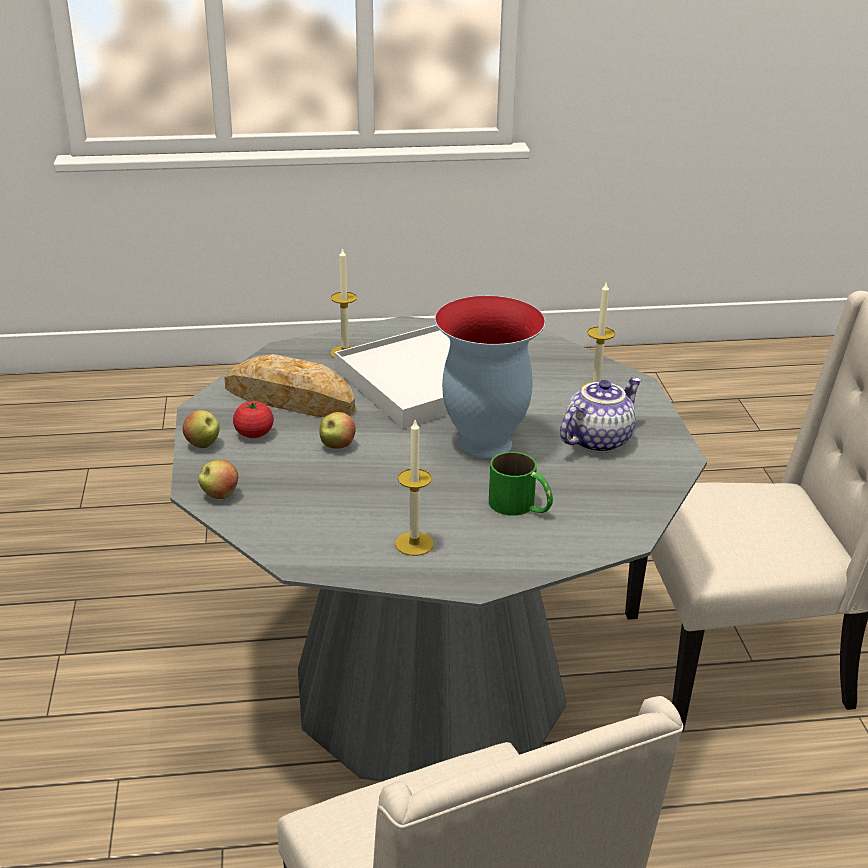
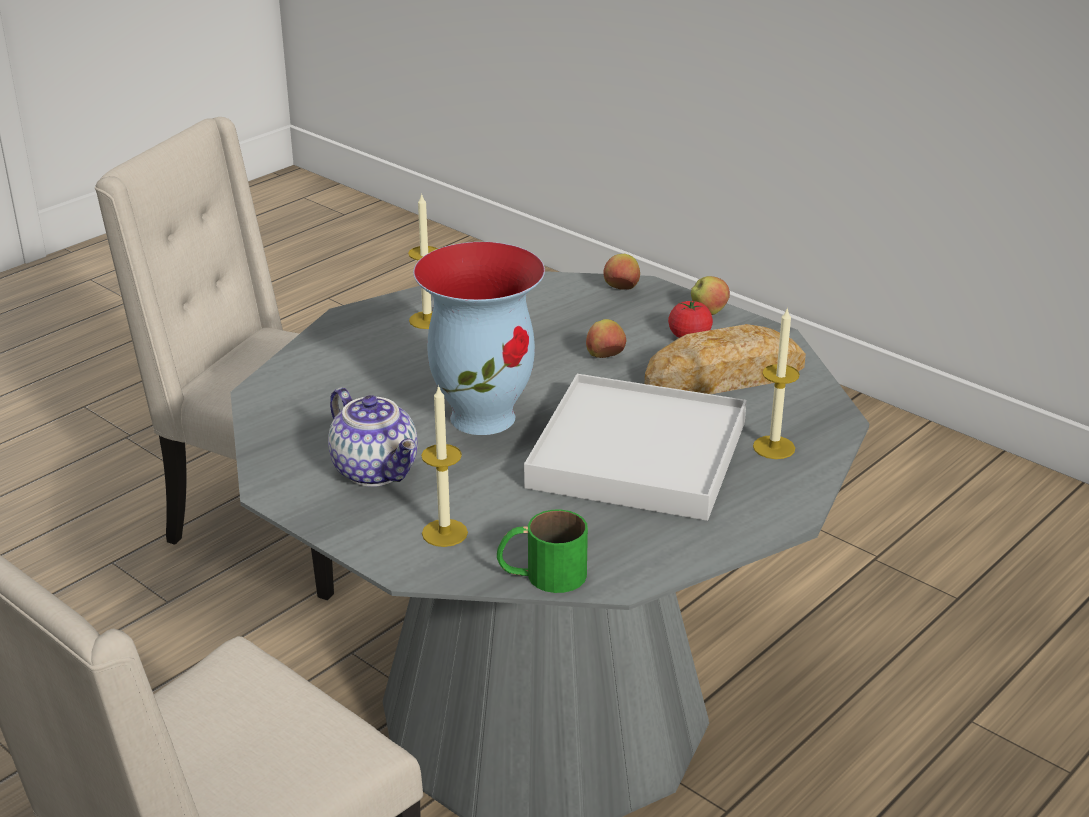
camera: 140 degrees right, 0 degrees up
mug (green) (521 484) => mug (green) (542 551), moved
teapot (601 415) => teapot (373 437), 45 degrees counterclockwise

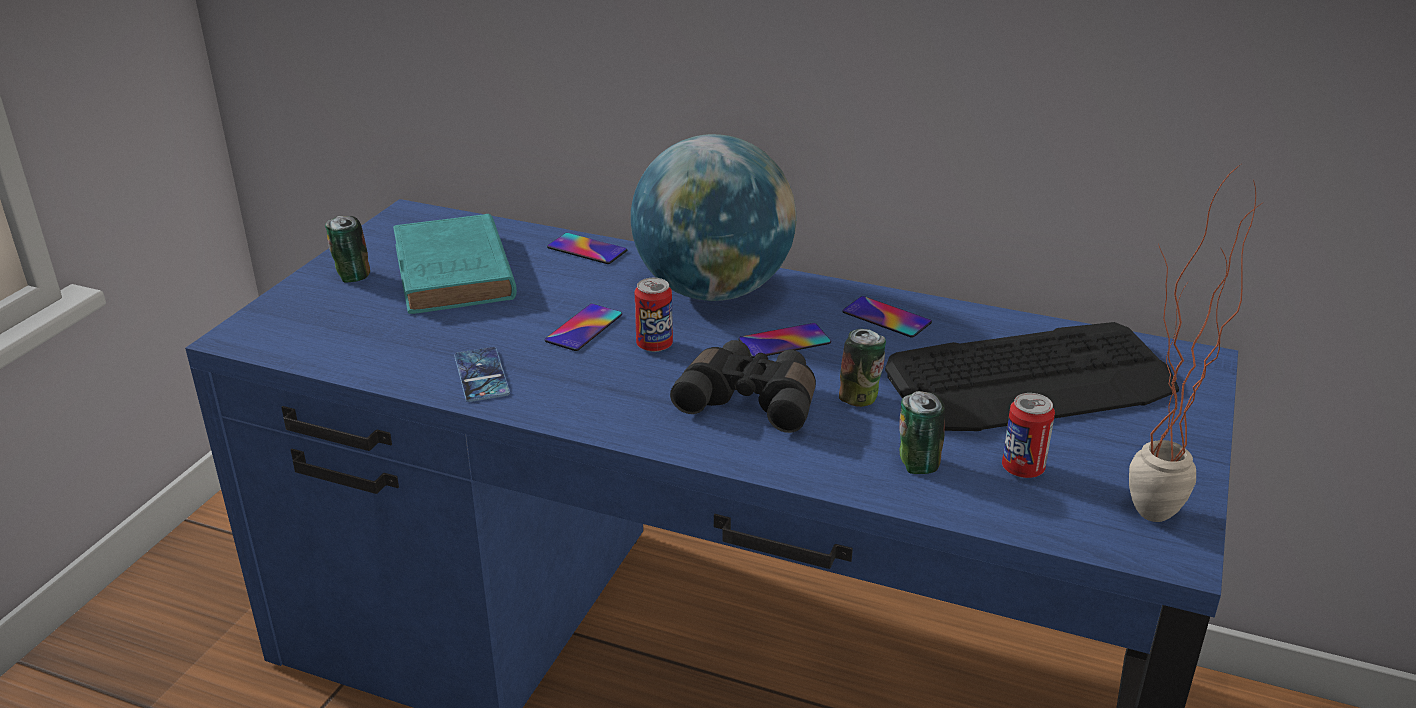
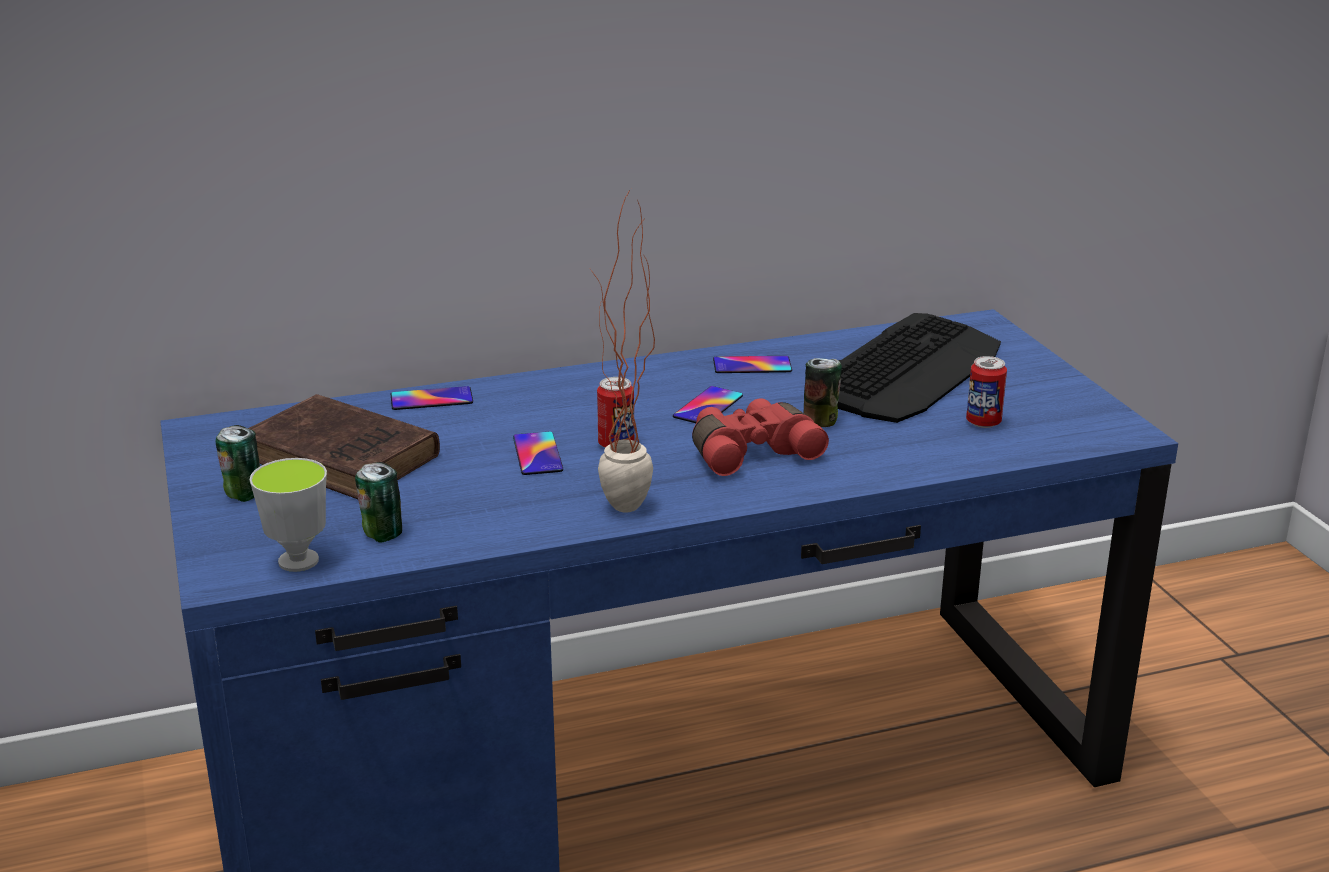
camera: 40 degrees left, 5 degrees down
book (turquoise) (455 264) => book (brown) (344 446)
phone (482 374) => nothing
globe (714 217) => nothing
binoculars (black) (743 386) => binoculars (red) (760 437)
can (922 432) => can (378 502), moved
potted plant (1195 343) => potted plant (622 350), moved
nothing => cup (288 515)

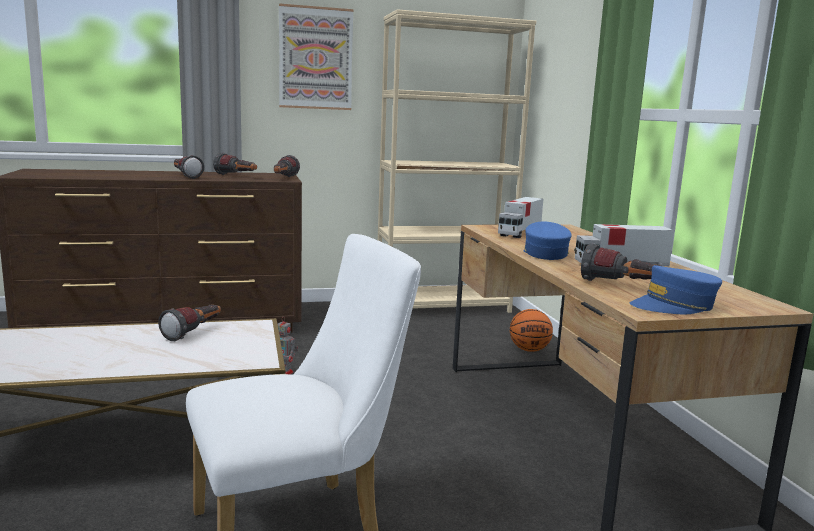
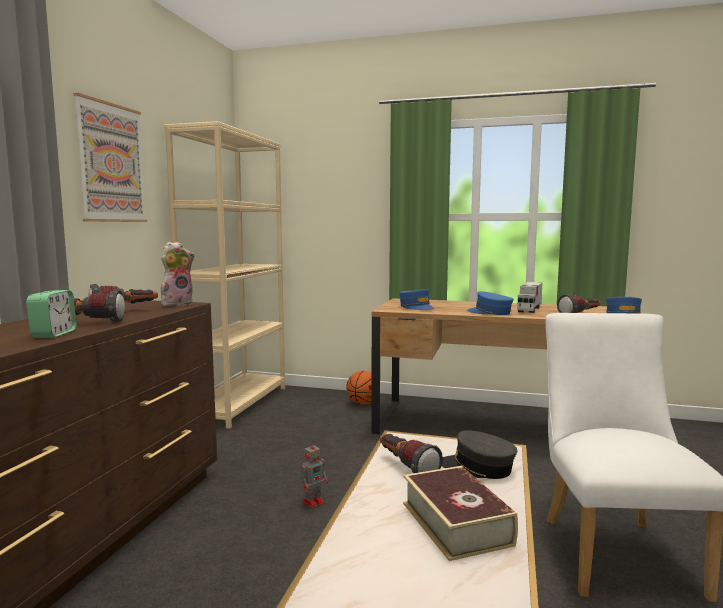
camera: 60 degrees left, 5 degrees down
flashlight (287 166) => plush toy (178 273)
toy truck (520 217) => cap (blue) (416 299)
nothing => alarm clock (51 314)
nothing => book (460 513)
nothing => cap (grey) (479 454)

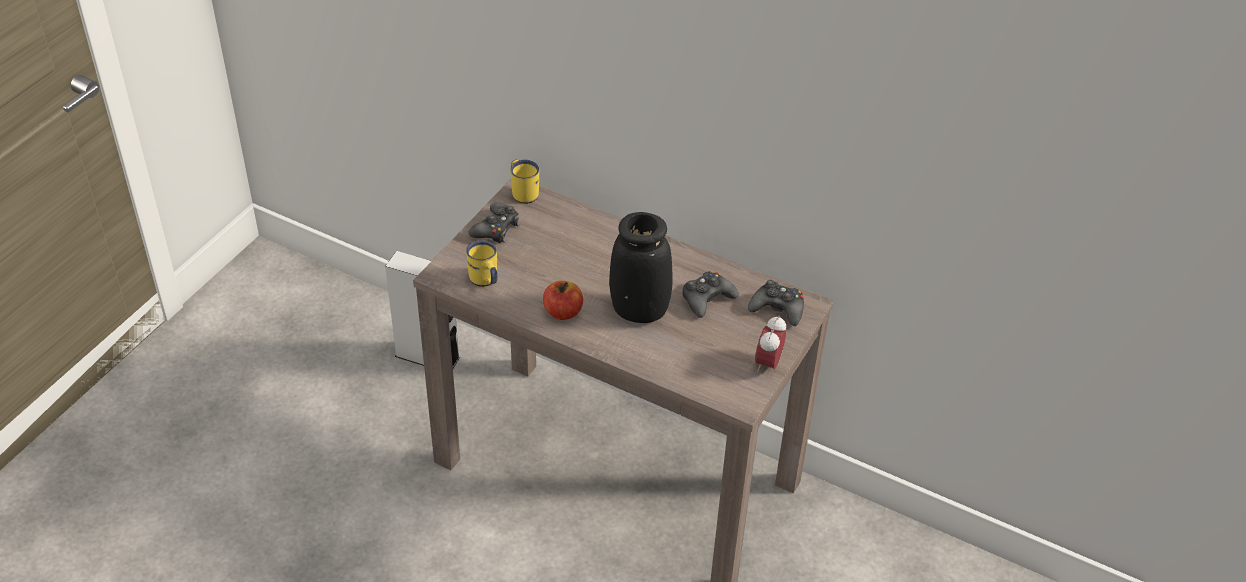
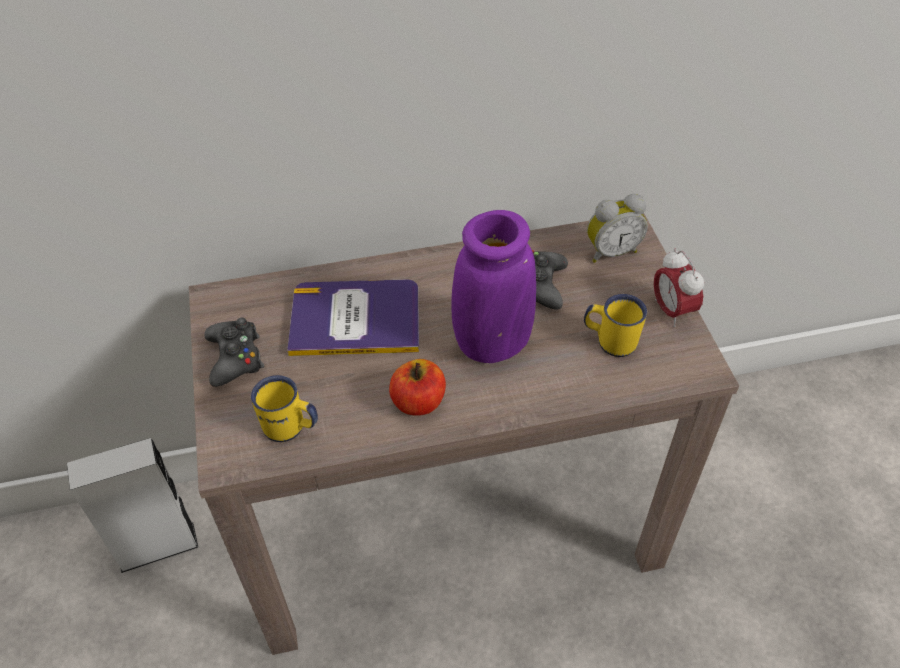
camera: 40 degrees left, 5 degrees up
mug (yellow) (524 182) => mug (yellow) (615 325), moved
vase (black) (641 267) => vase (purple) (494 286)
game controller (black) (776 303) => alarm clock (617 228)
nothing => book (353 317)

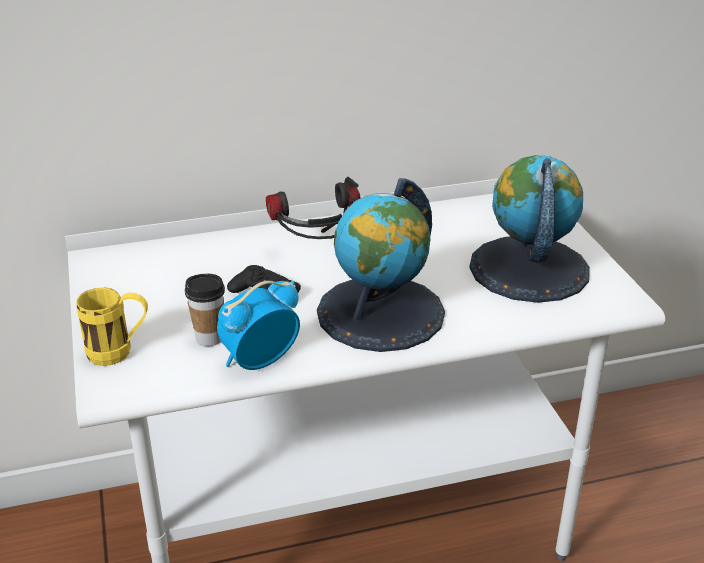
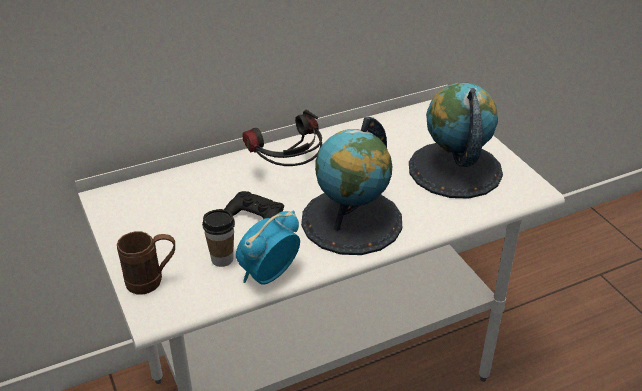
camera: 10 degrees left, 5 degrees up
mug (yellow) (112 326) => mug (brown) (146 263)

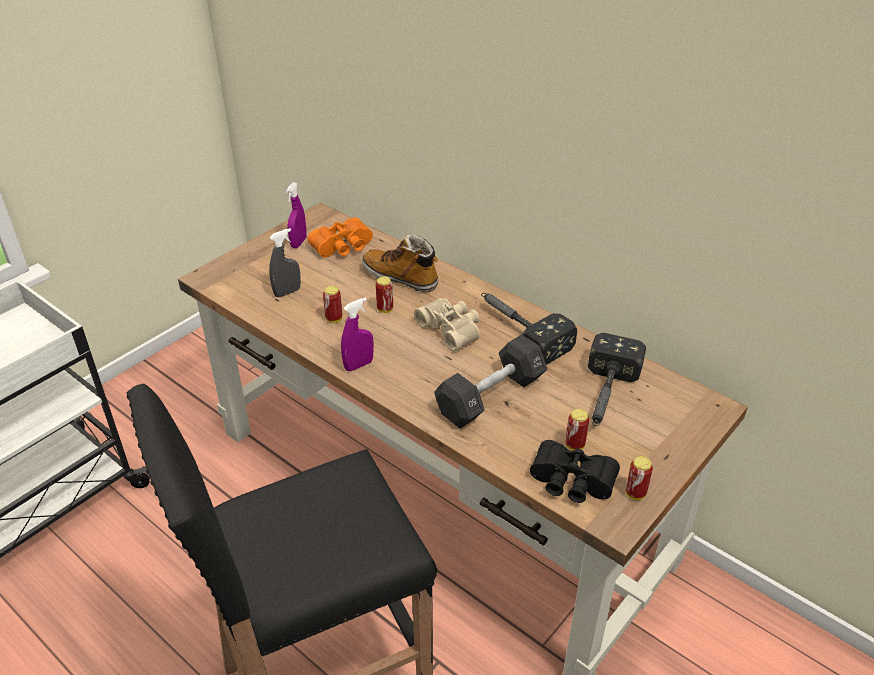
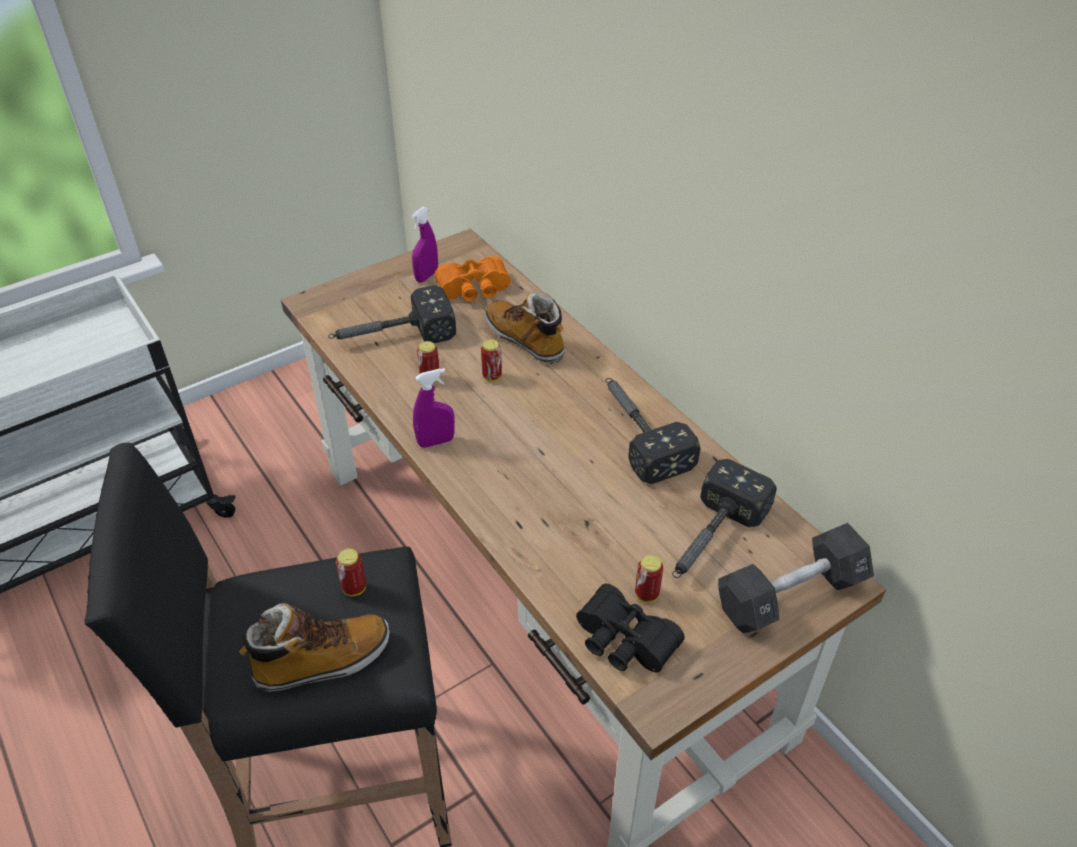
camera: 15 degrees right, 5 degrees up
spray bottle (grey) (285 262) => hammer (392 314)
binoculars (beige) (447 325) => nothing
dumbbell (black) (490 381) => dumbbell (black) (796 578), moved
can (639 478) => can (351 572), moved
nothing => boot (314 647)

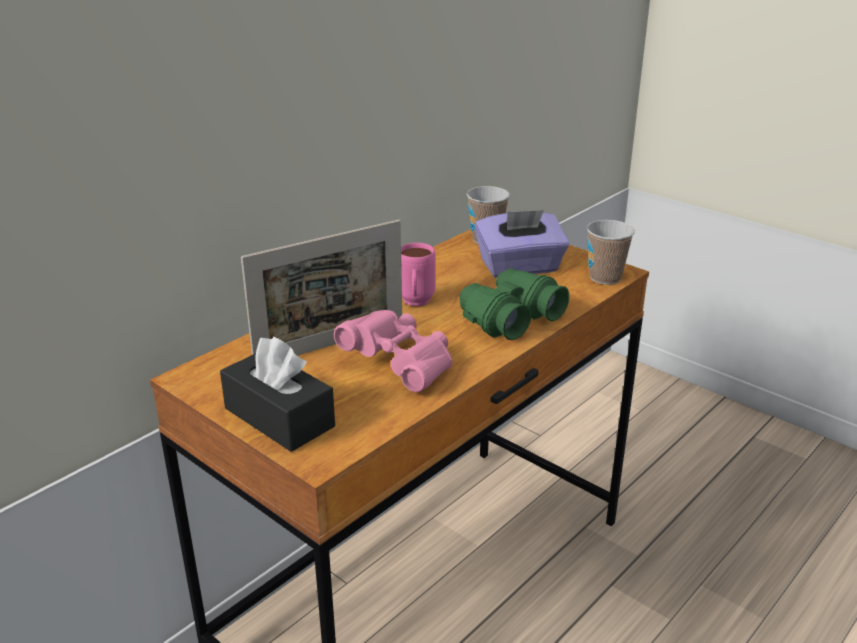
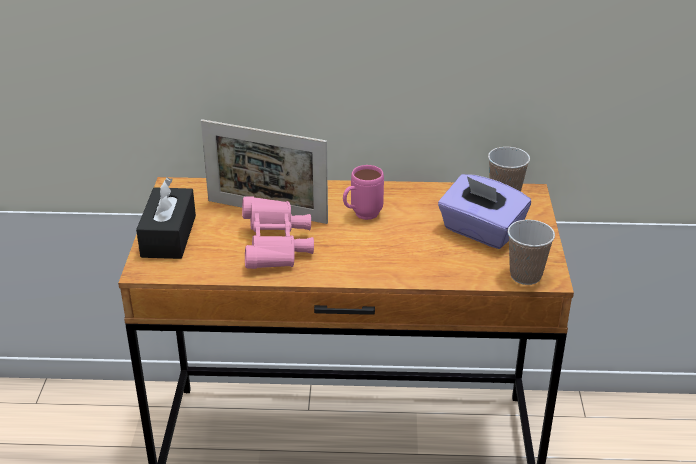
camera: 50 degrees right, 5 degrees up
binoculars (green) (514 304) => nothing

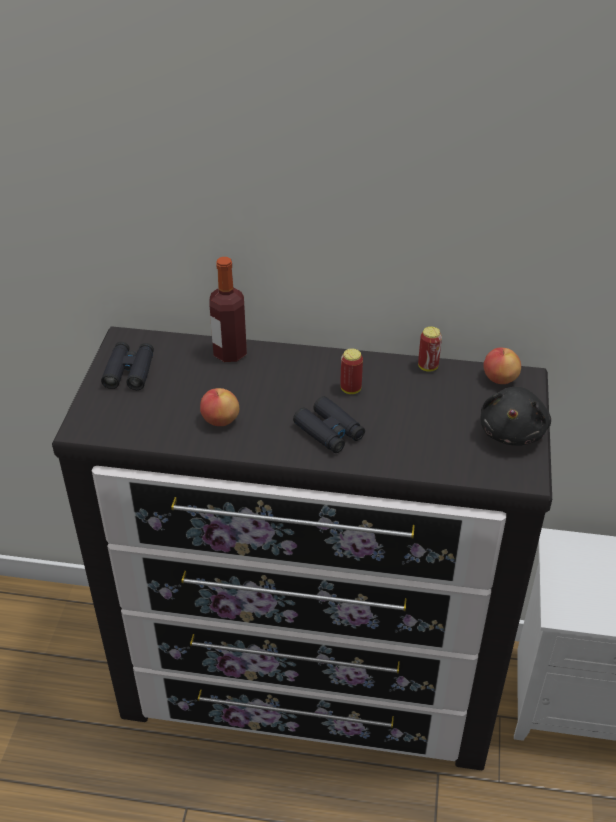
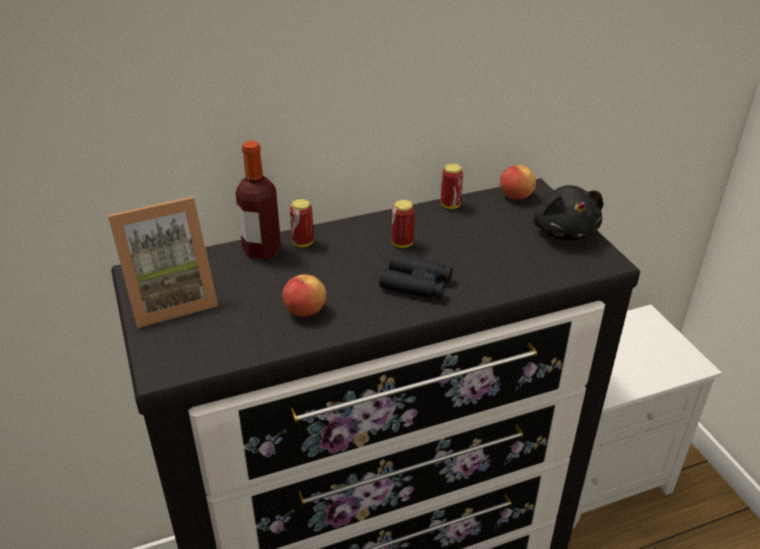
camera: 30 degrees left, 5 degrees down
binoculars (black) (127 366) => picture frame (163 262)
nothing => can (302 223)

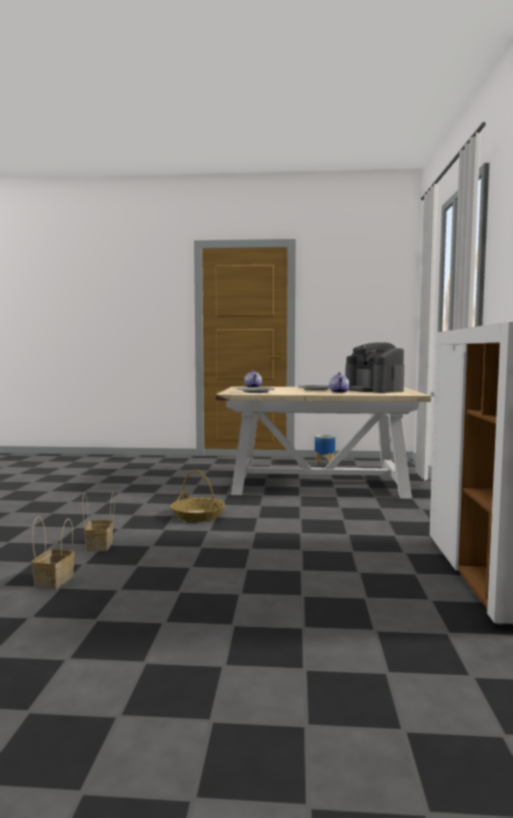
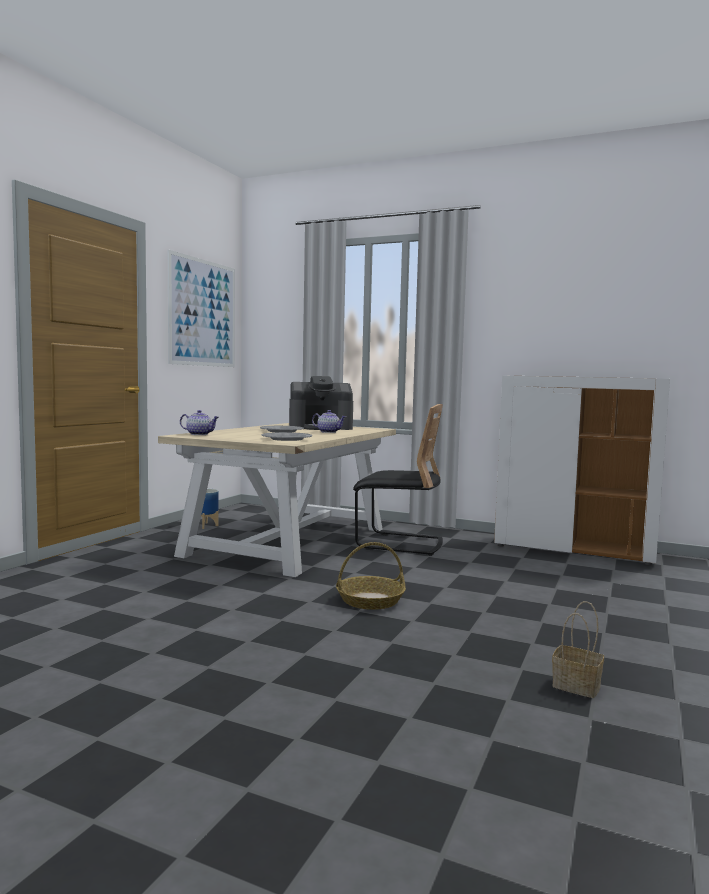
camera: 70 degrees left, 0 degrees up
basket (98 521) => nothing
nothing => picture (201 308)
nothing => chair (black) (398 480)

